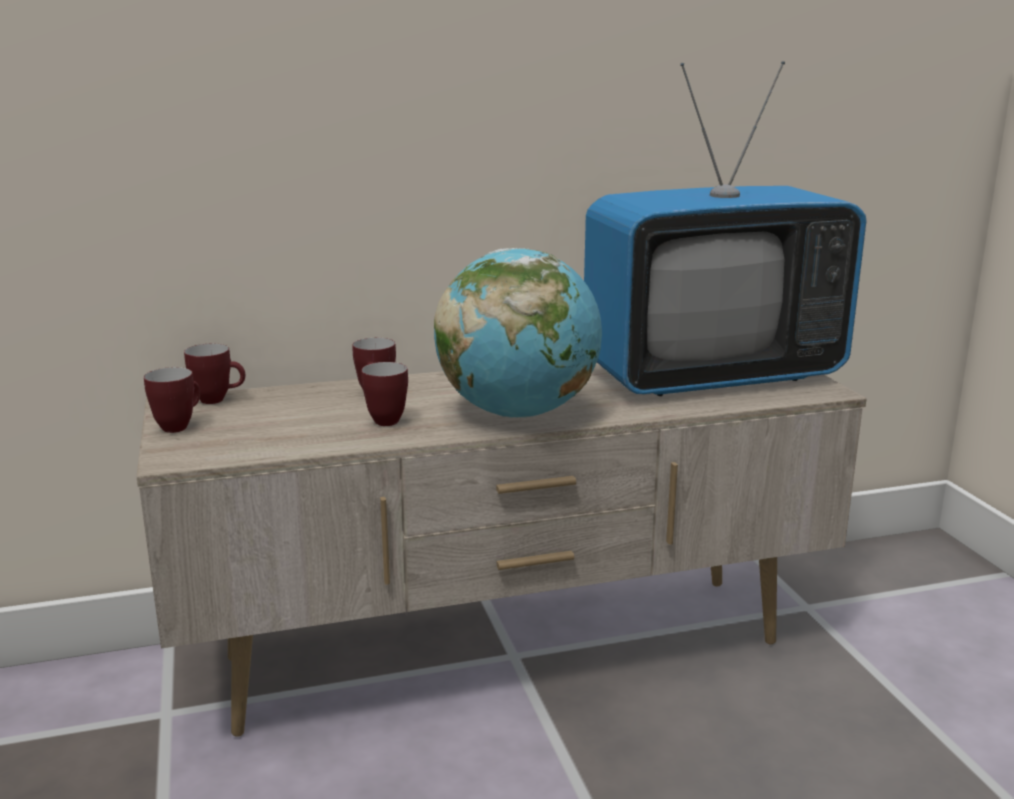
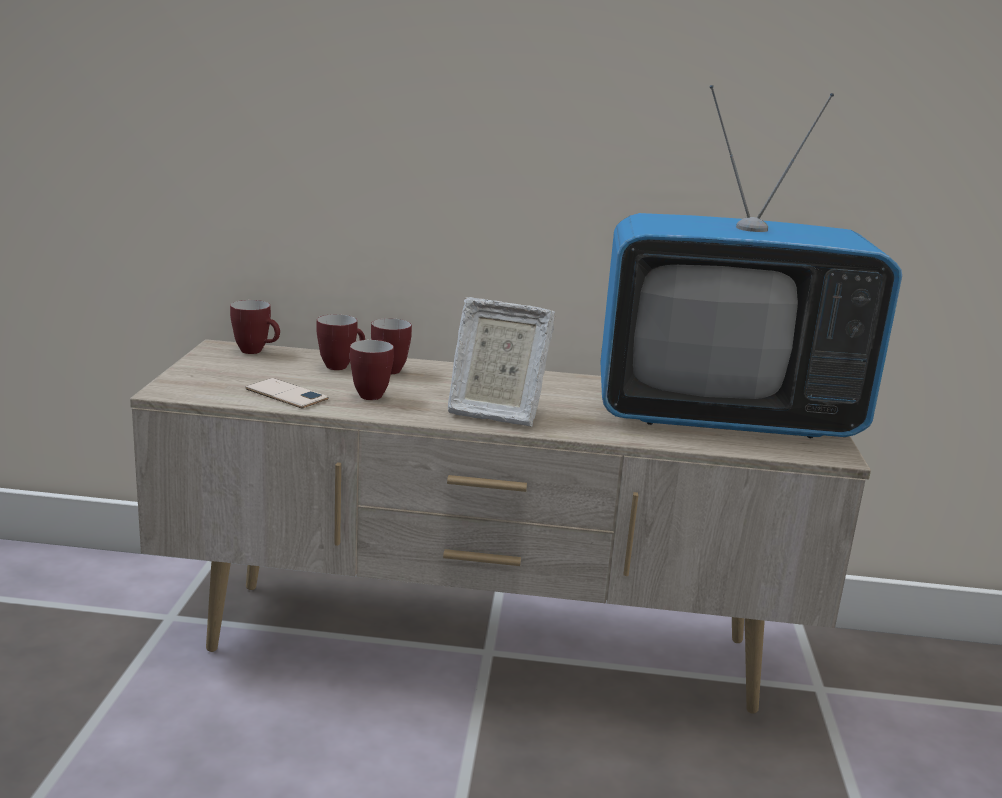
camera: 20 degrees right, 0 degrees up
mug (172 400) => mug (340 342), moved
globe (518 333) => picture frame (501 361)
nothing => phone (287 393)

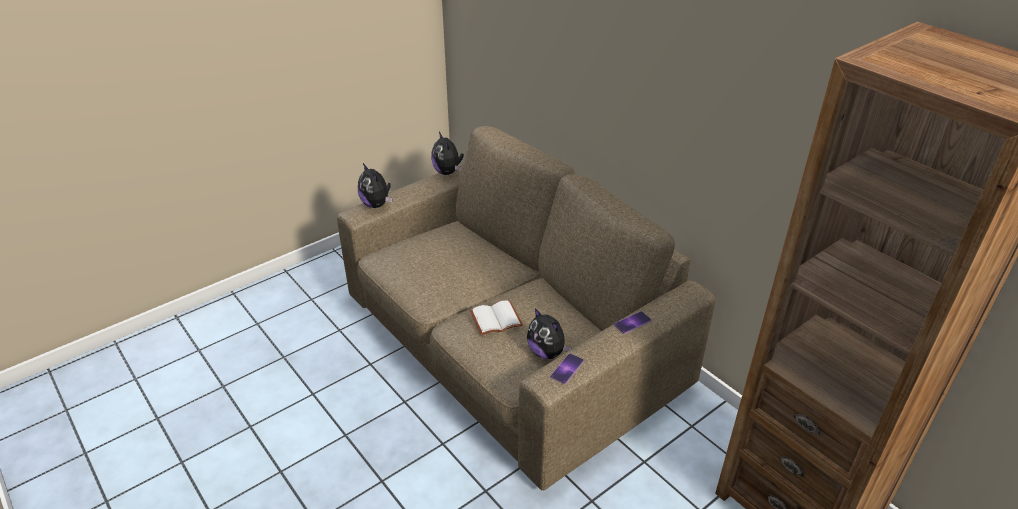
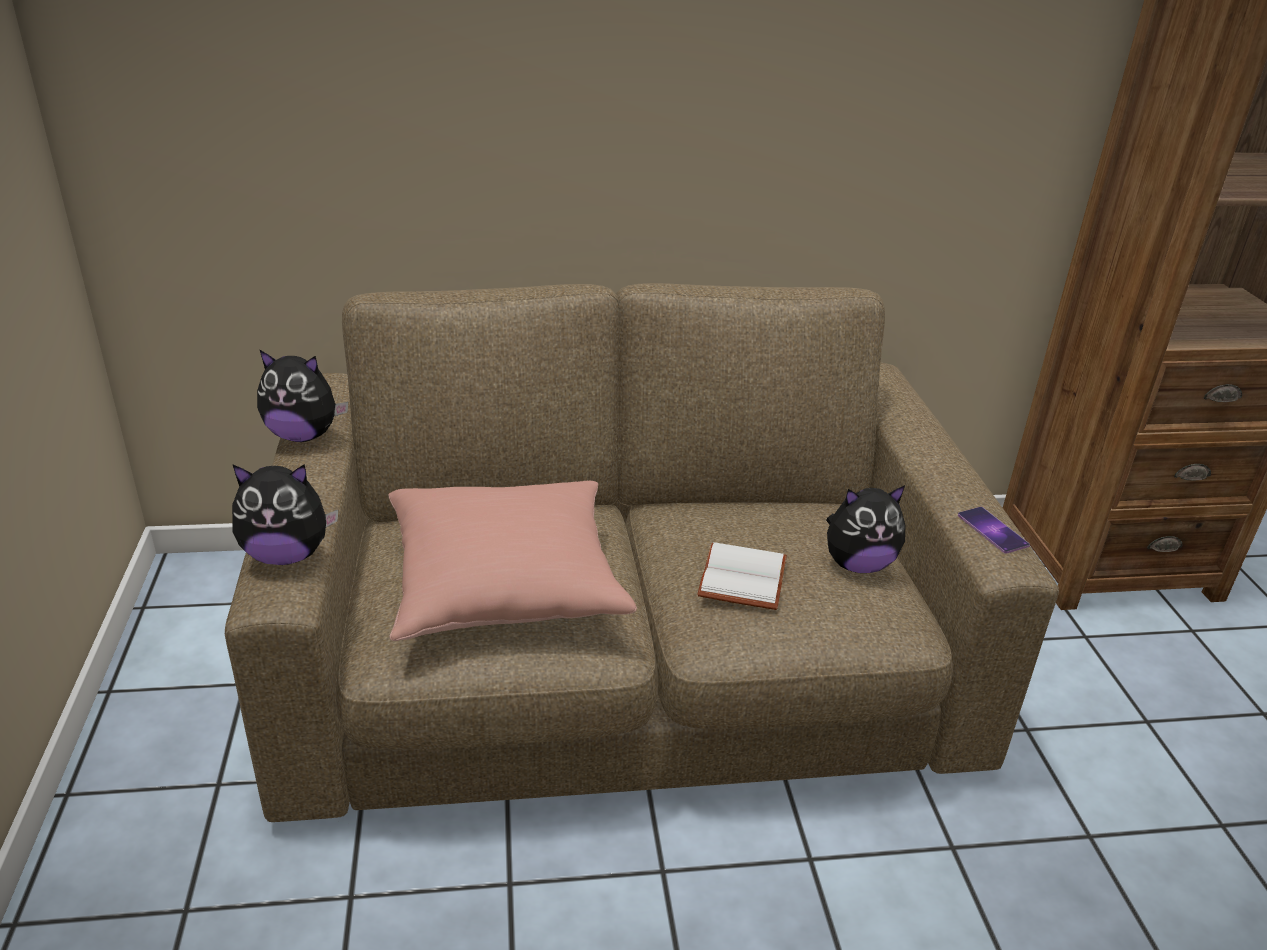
camera: 60 degrees left, 5 degrees down
phone (633 322) => nothing
nothing => pillow (pink) (513 561)

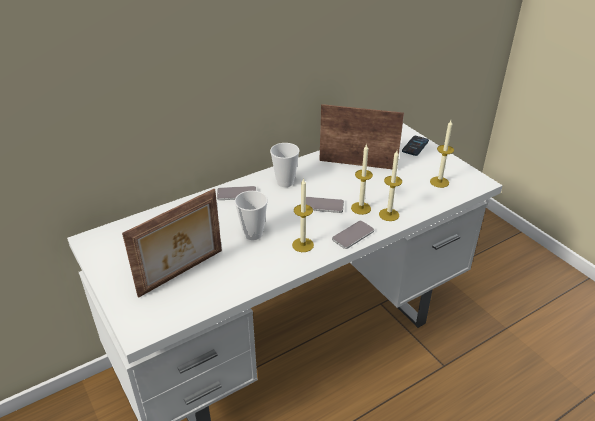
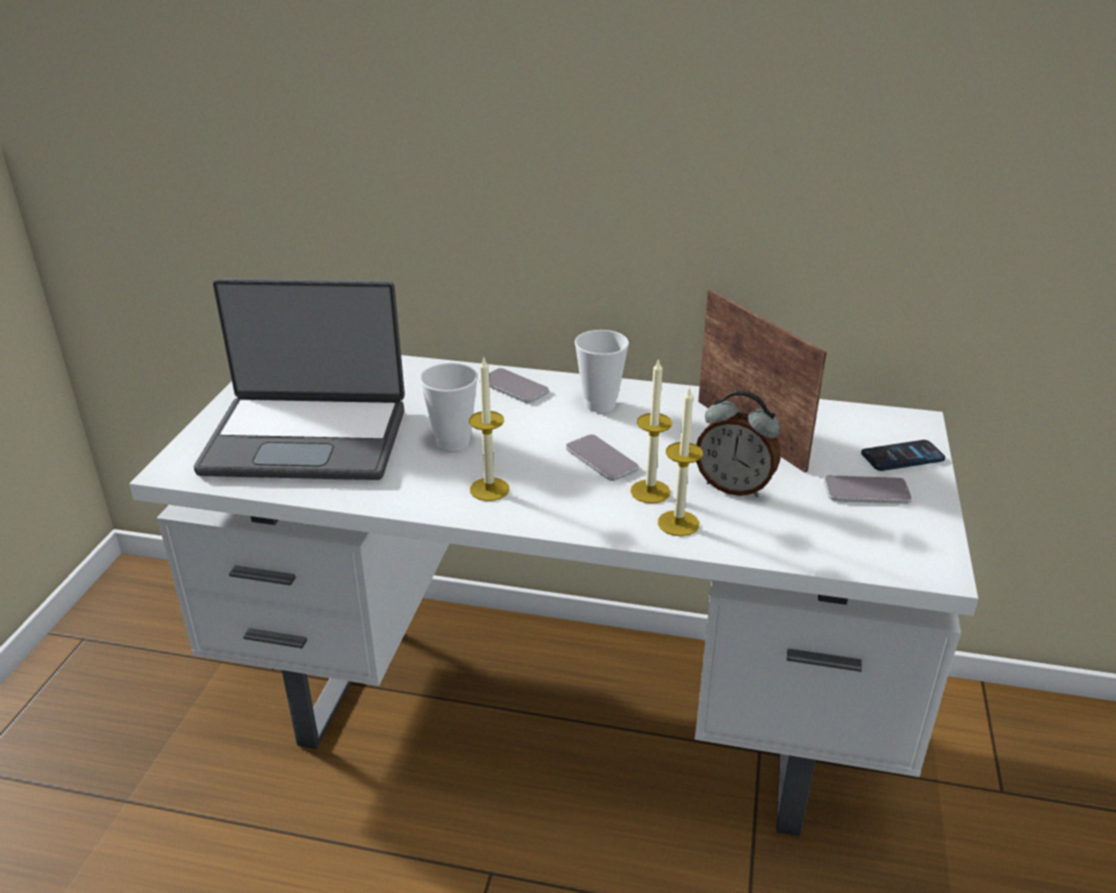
camera: 45 degrees right, 5 degrees down
picture frame (172 243) => laptop (299 379)
phone (353 235) => phone (868 489), moved
candle (442 154) => nothing
nothing => alarm clock (738 444)

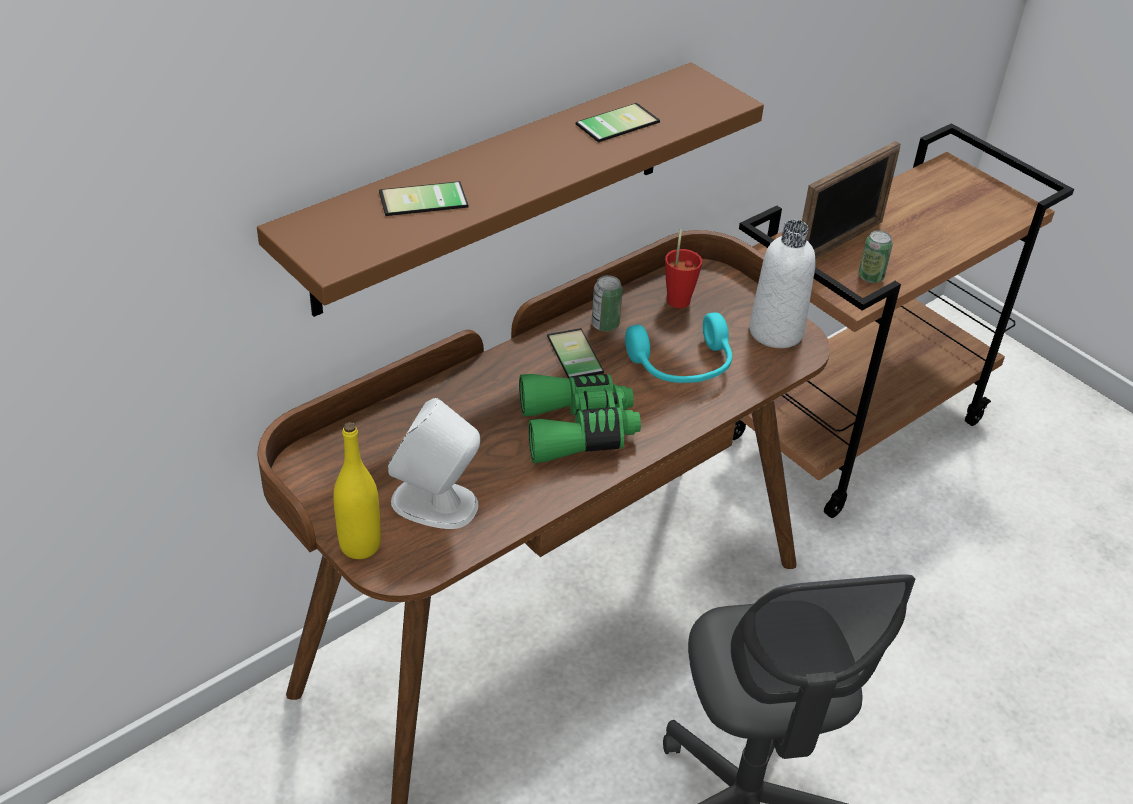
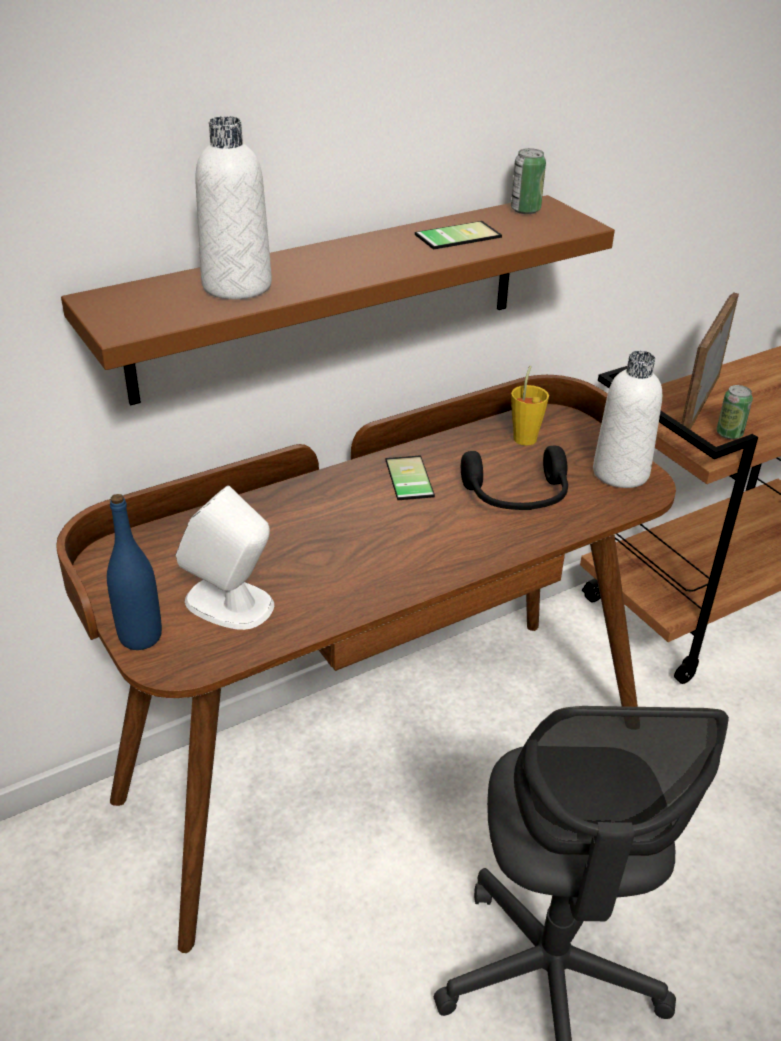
camera: 10 degrees right, 5 degrees down
bottle (yellow) (357 490) => bottle (blue) (134 572)
phone (423 198) => bottle (white) (233 207)
binoculars (green) (580 418) => nothing
can (607 303) => can (528 181), moved
headphones (turquoise) (678 347) => headphones (black) (514 478)
cup (red) (683 268) => cup (yellow) (530 405)
picture frame (851 200) => picture frame (710 360), 150 degrees clockwise

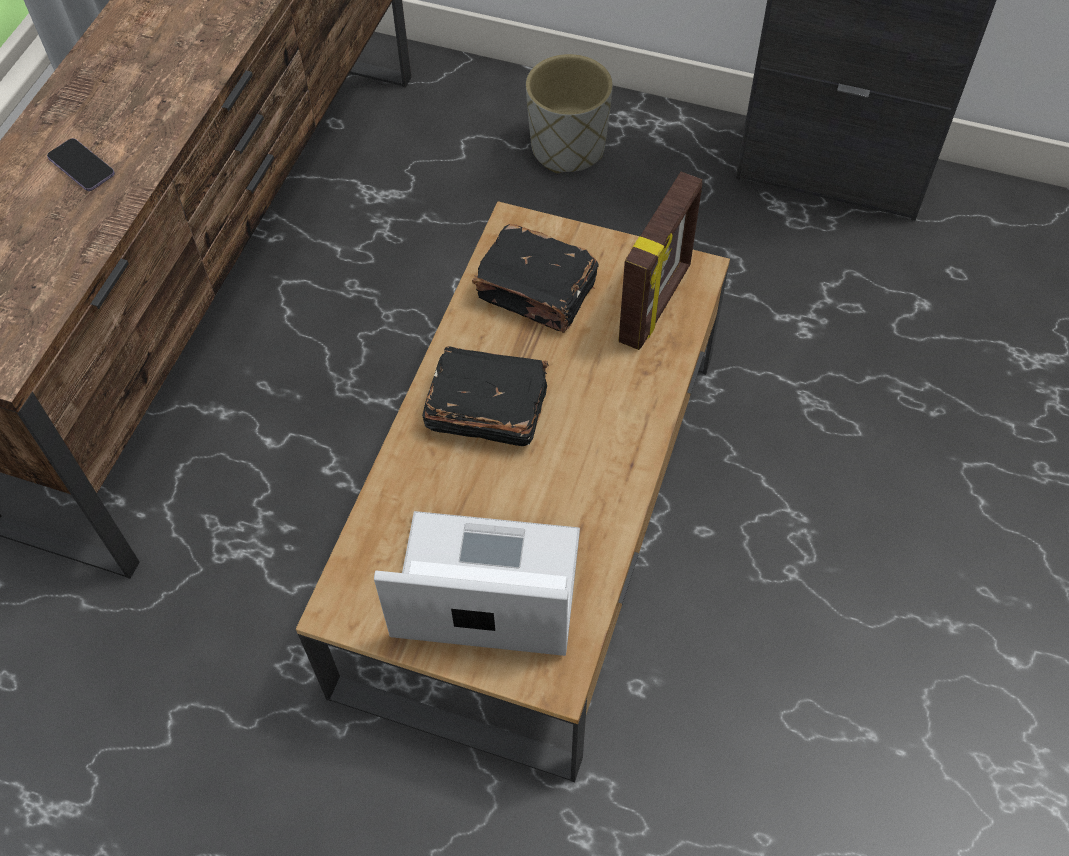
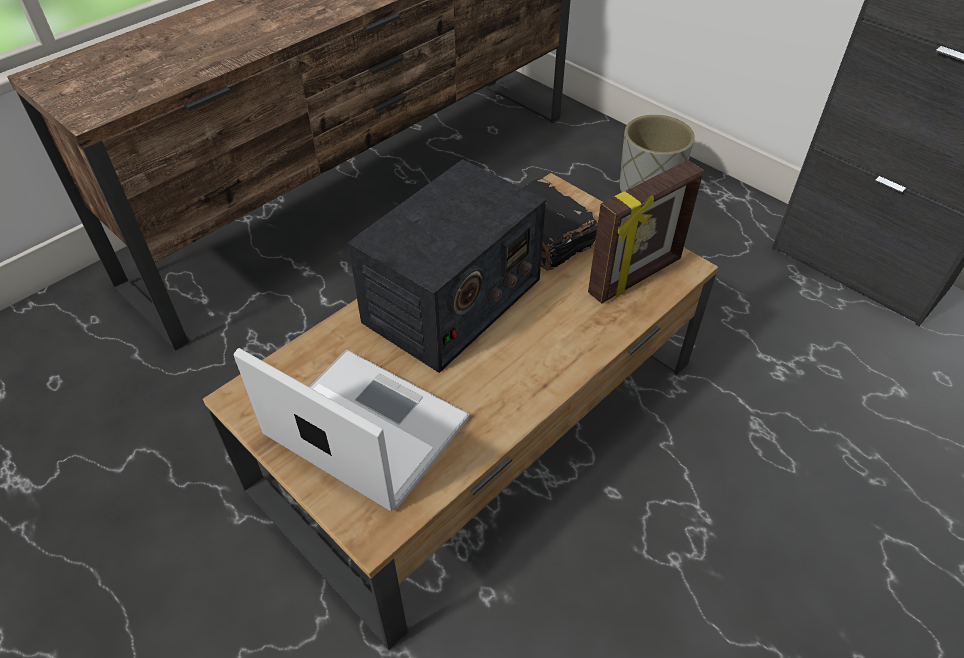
camera: 25 degrees right, 10 degrees down
phone (81 164) => nothing
book (black) (485 396) => radio (446 266)

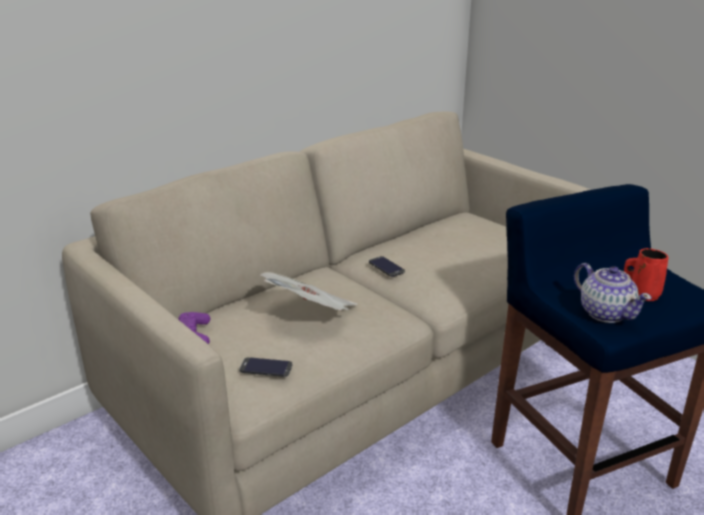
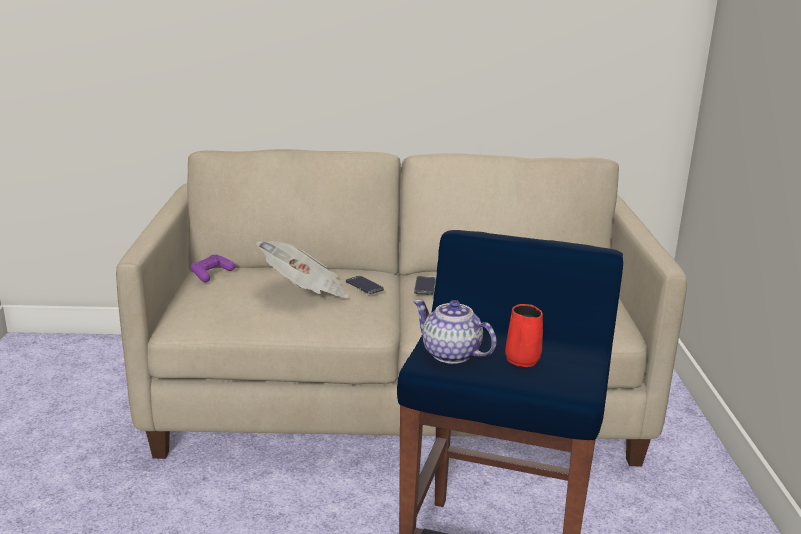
camera: 40 degrees right, 5 degrees down
phone (265 367) => phone (365 285), moved
teapot (613 293) => teapot (455 332), 120 degrees clockwise

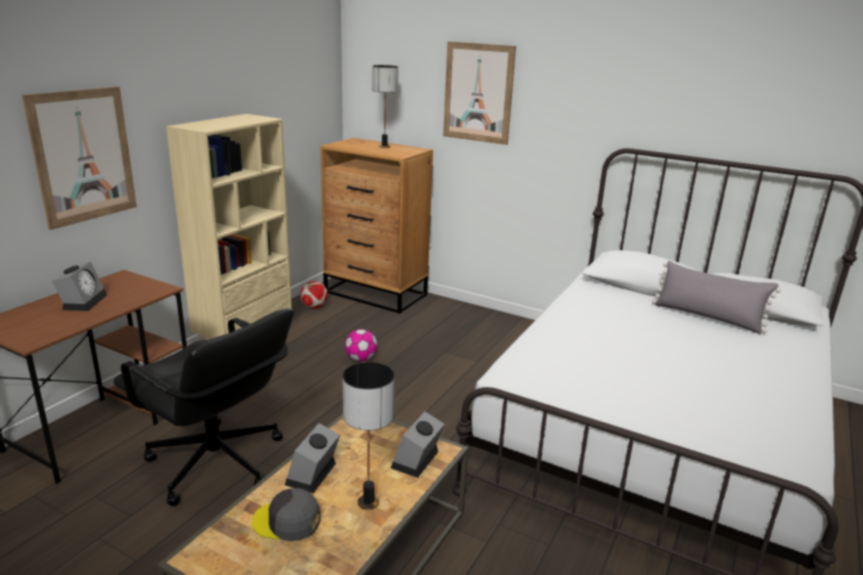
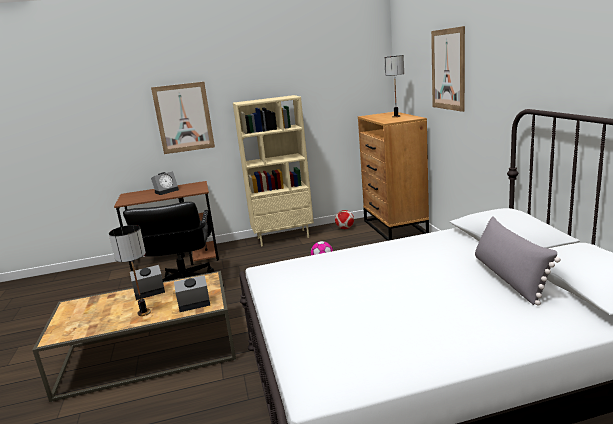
camera: 50 degrees right, 5 degrees down
cap (grey) (286 514) => nothing

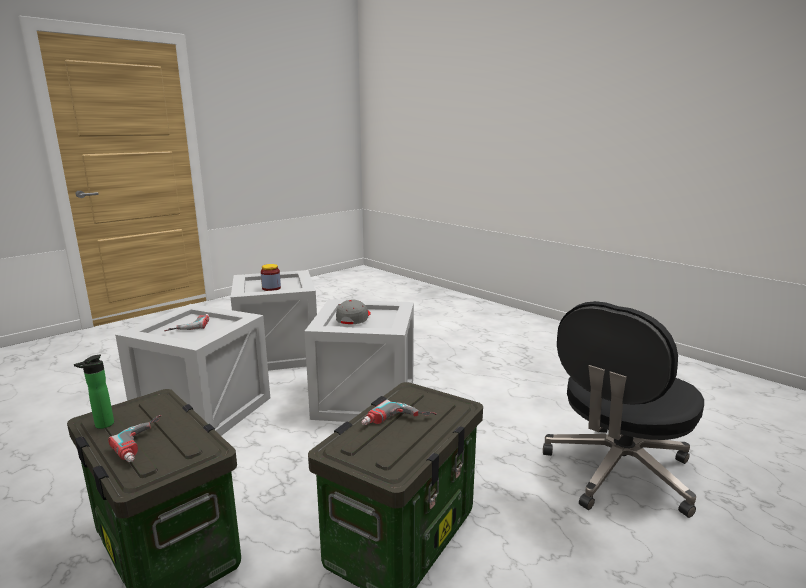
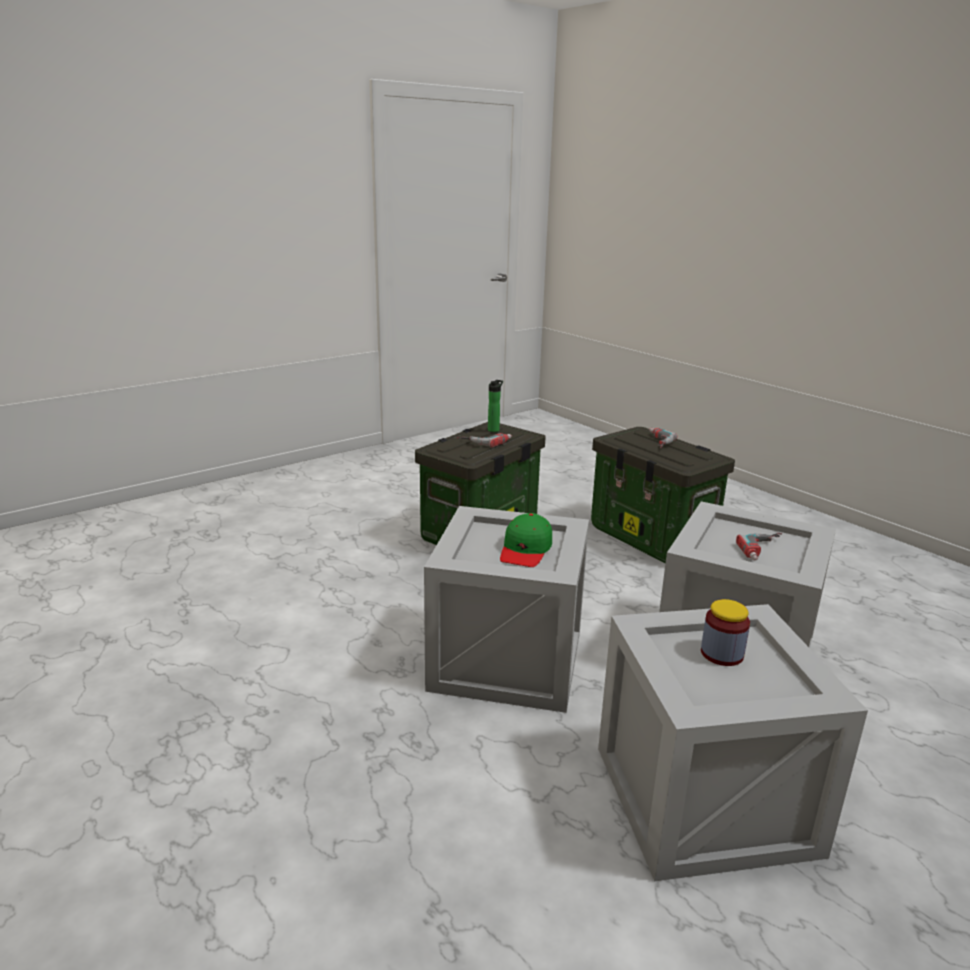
camera: 175 degrees left, 5 degrees up
bottle (94 391) => bottle (495 406), moved
cap (grey) (353 311) => cap (green) (526 540)
office chair (black) (623 409) => nothing

